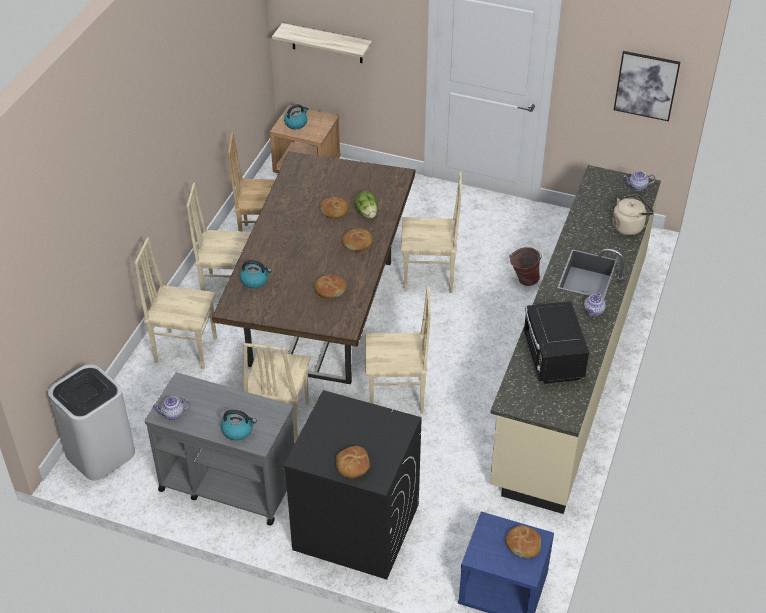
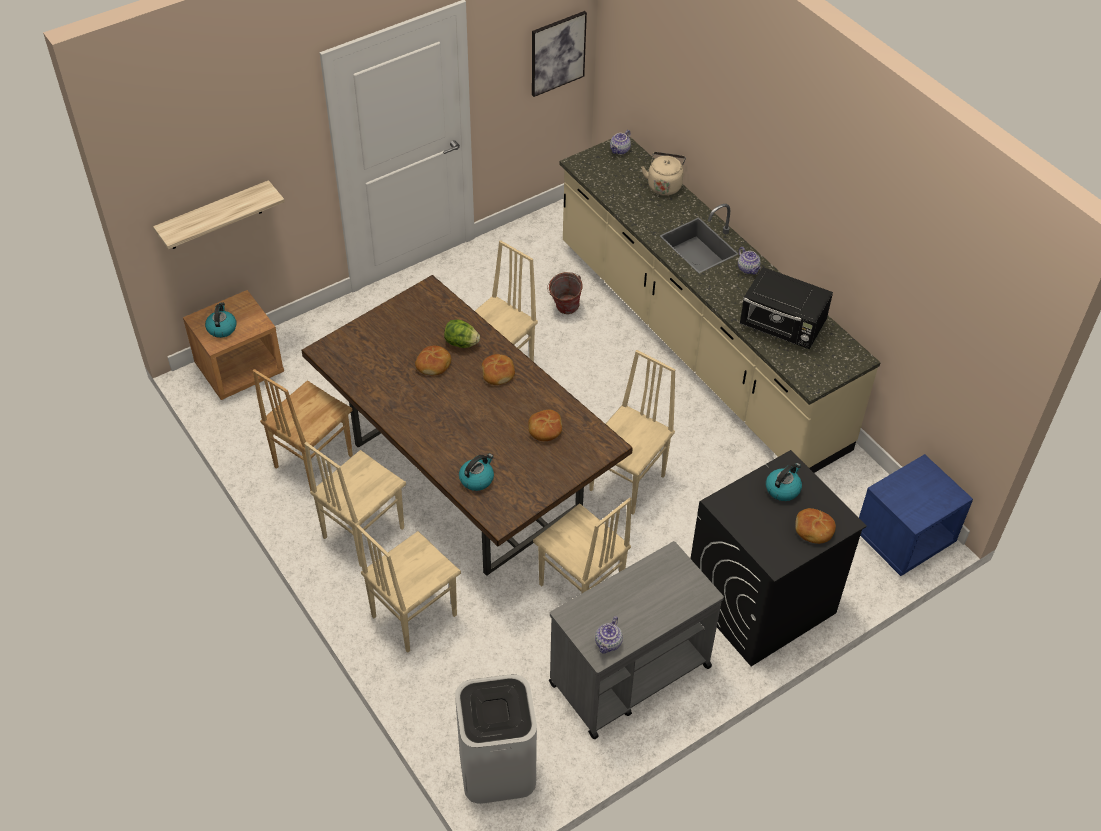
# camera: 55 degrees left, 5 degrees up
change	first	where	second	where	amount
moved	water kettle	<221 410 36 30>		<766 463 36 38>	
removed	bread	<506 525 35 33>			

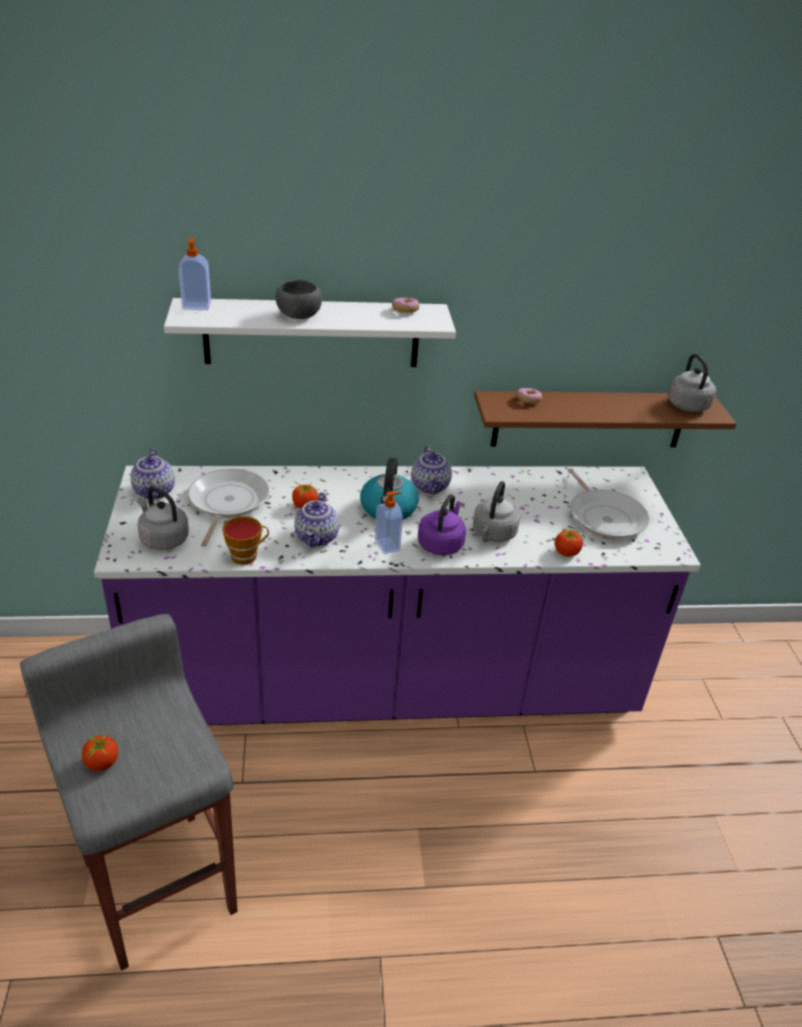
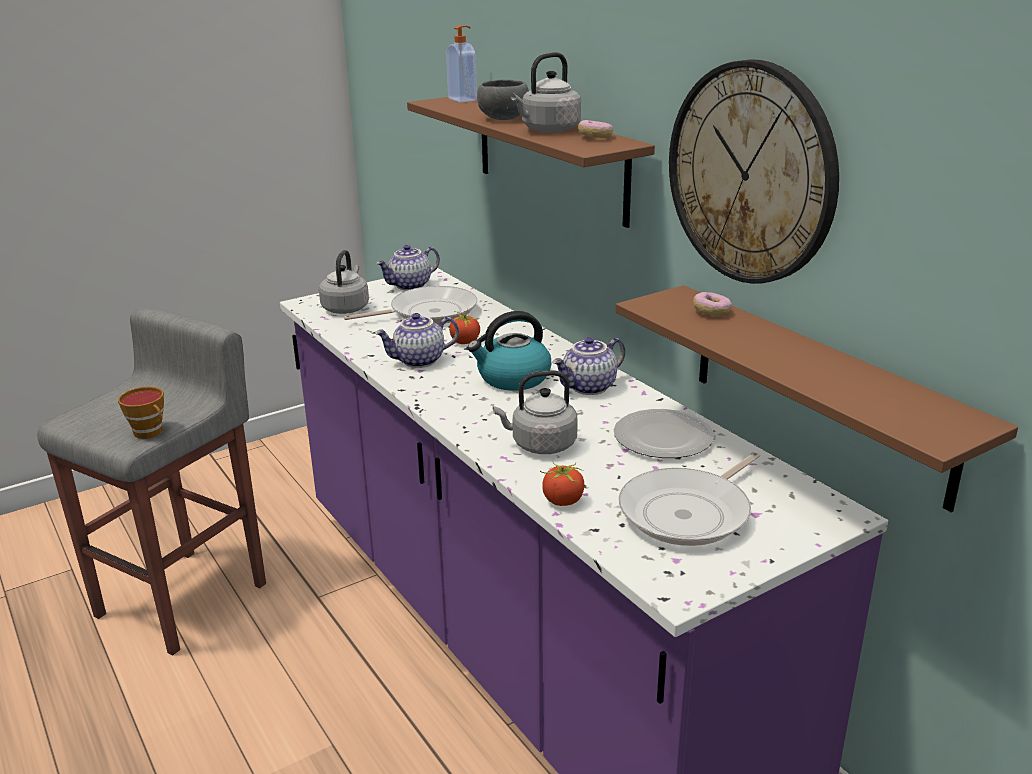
# camera: 65 degrees right, 10 degrees down
change	first	where	second	where	amount
removed	whole tomato	<82 728 36 43>			
recoloured	wall shelf/whitish	<164 298 292 69>	wall shelf/brownish	<407 97 248 131>	
moved	cup	<222 516 47 49>		<118 386 46 53>	
removed	liquid soap bottle	<375 491 28 63>			
removed	water kettle/purple-coloured	<418 494 48 61>			
moved	water kettle/greyish	<668 354 48 58>		<510 52 71 81>	
added			dinner plate	<614 409 100 49>	
added			clock on the wall	<669 59 170 225>	

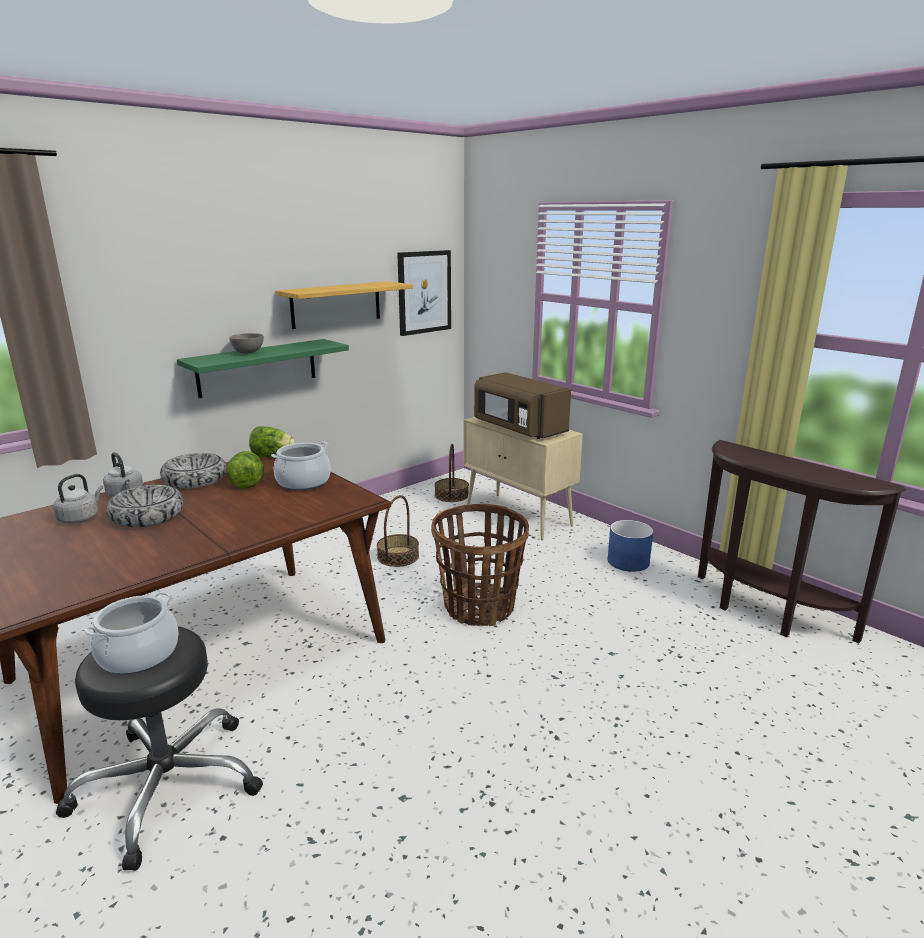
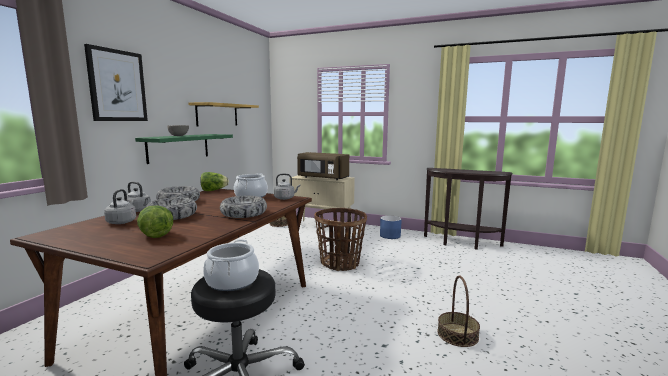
# camera: 25 degrees left, 10 degrees down
change	first	where	second	where	amount
moved	lettuce	<227 451 37 38>		<137 205 36 33>	
moved	household basket	<377 495 42 72>		<437 275 43 72>	
moved	wall art	<397 250 54 86>		<84 44 64 77>	
added			serving bowl	<220 196 47 22>	
added			water kettle/greyish	<274 174 26 26>	

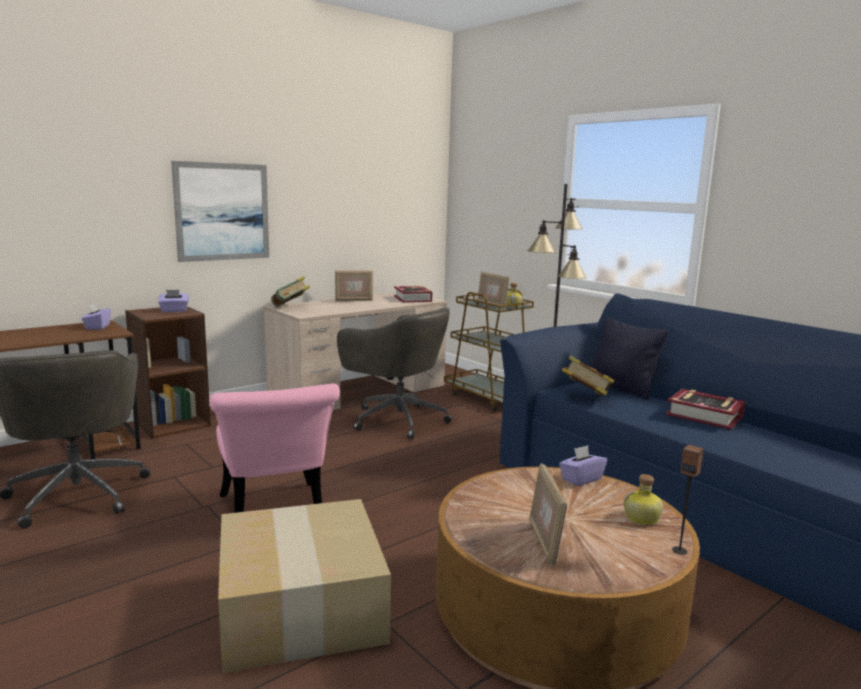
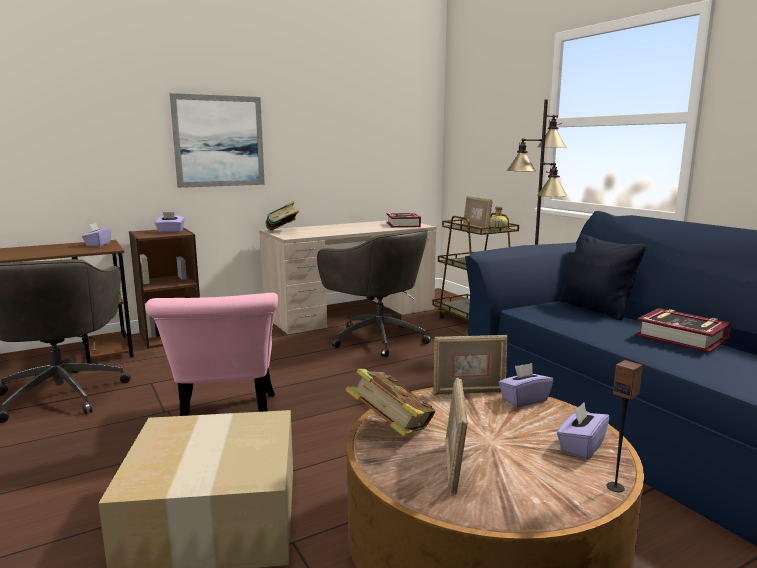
# camera: 10 degrees right, 0 degrees up
change	first	where	second	where	amount
moved	standing frame	<335 270 38 31>		<433 335 75 60>	
moved	bound book	<562 356 53 40>		<345 369 90 68>	
replaced	bottle	<624 474 39 51>	box of tissues/purple-coloured	<557 403 53 57>	

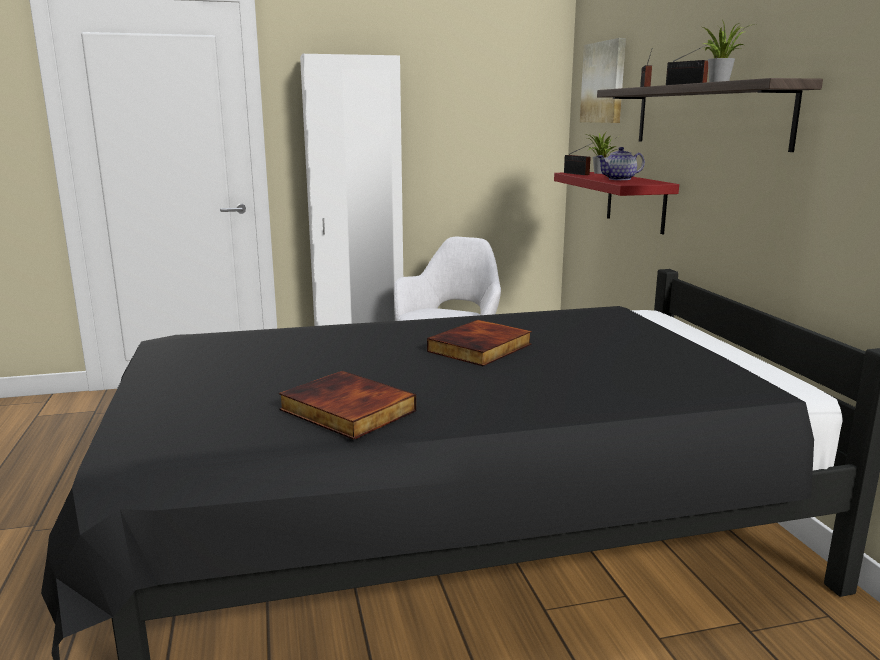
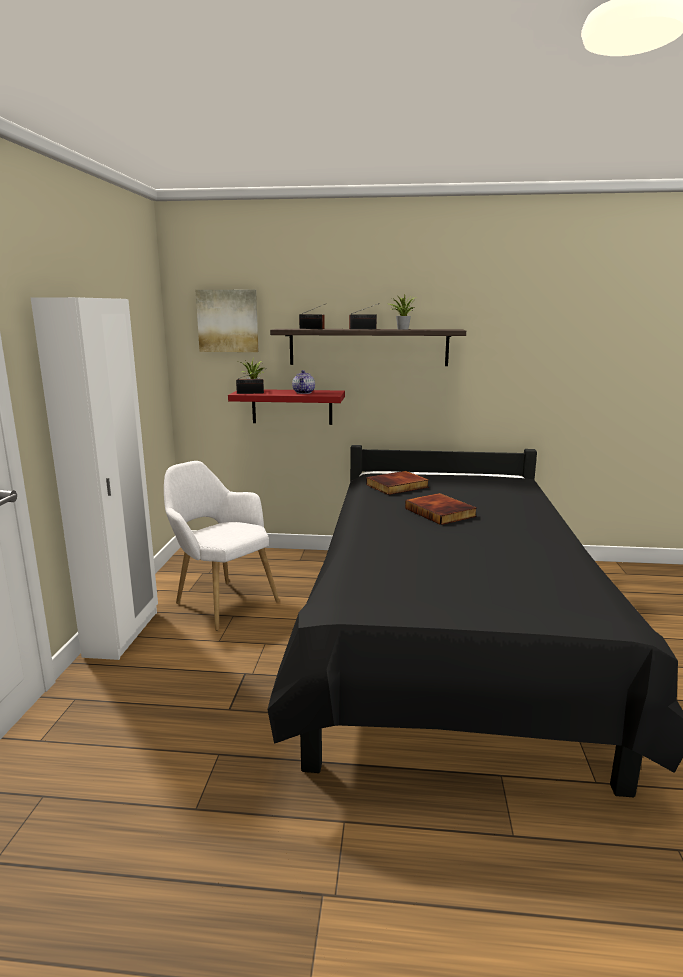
# camera: 70 degrees left, 0 degrees up
change	first	where	second	where	amount
moved	bound book	<279 371 137 69>		<366 471 63 24>	

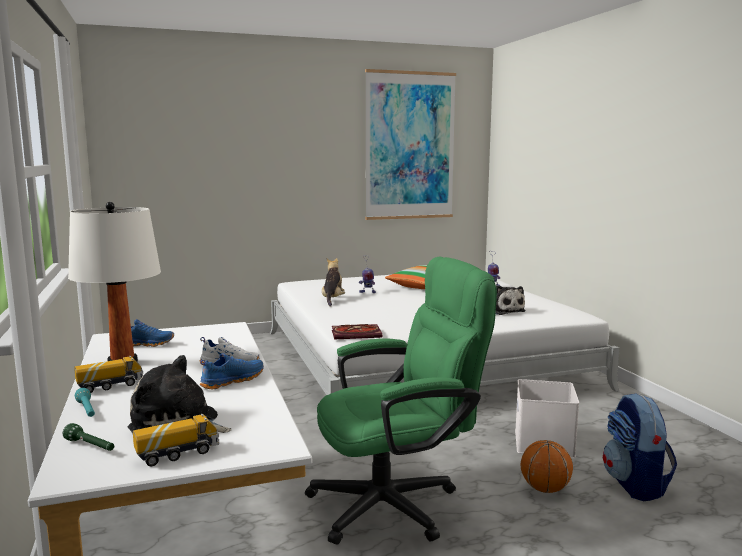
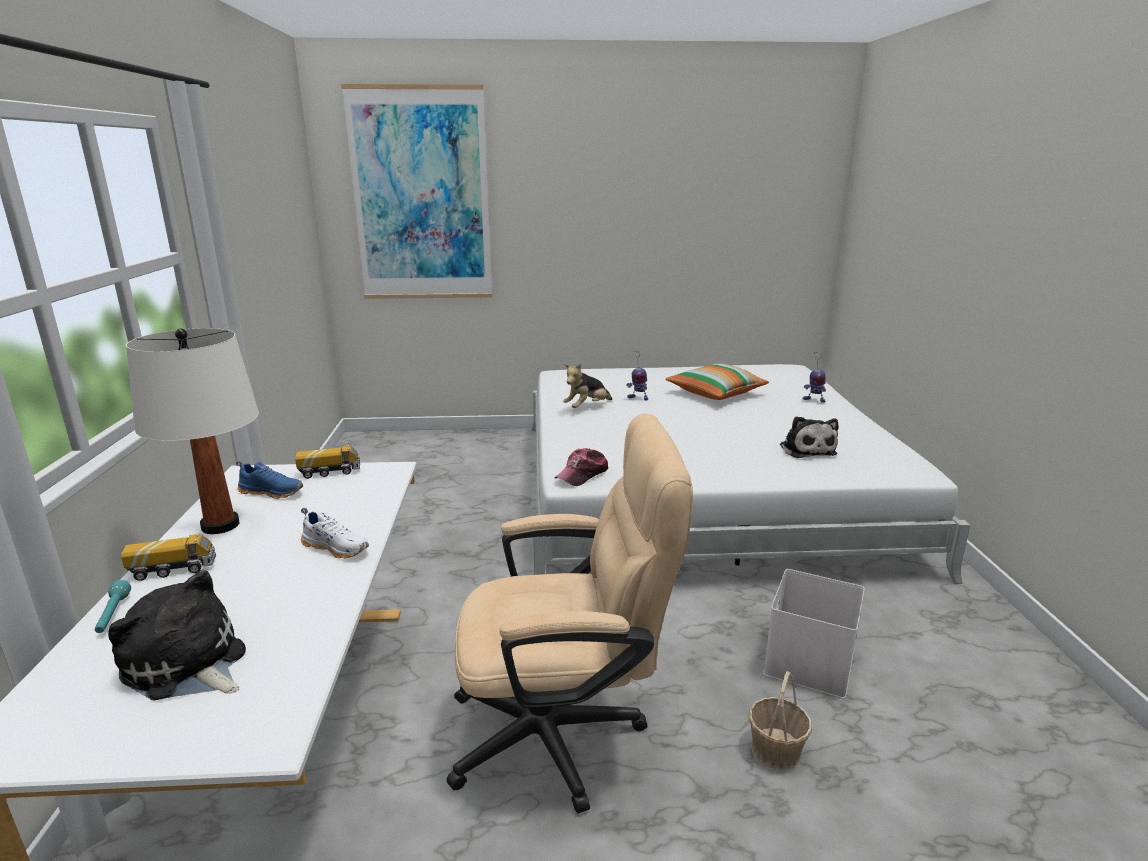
# camera: 15 degrees right, 10 degrees up
change	first	where	second	where	amount
removed	hand torch/greenish	<63 423 51 28>			
moved	toy lorry	<133 414 86 52>		<295 445 65 34>	
removed	item of footwear/bluish	<200 353 64 36>			
recoloured	desk chair/greenish	<305 257 192 288>	desk chair/sand-coloured	<447 413 246 401>	
turned	plush toy	<322 258 23 48>		<563 363 49 45>	150 degrees counterclockwise
replaced	bound book	<332 324 50 16>	cap	<555 448 54 38>	
moved	wall art	<365 69 91 151>		<341 84 151 215>	
replaced	ball for basketball	<521 440 52 53>	household basket	<749 671 63 99>	
removed	knapsack	<603 393 74 108>			

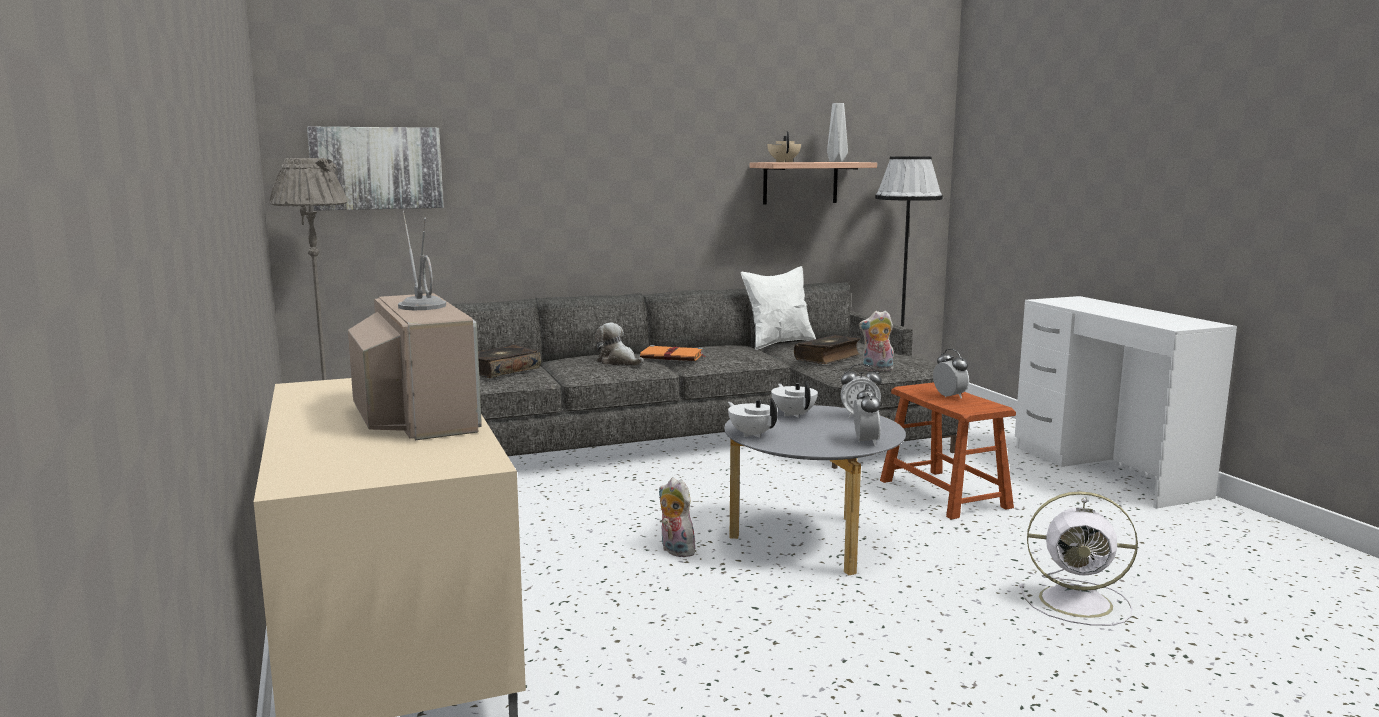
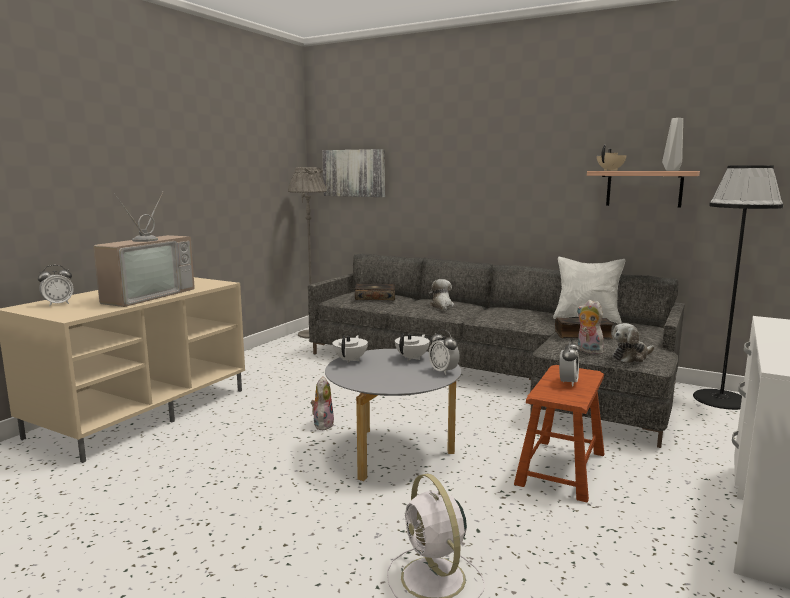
# camera: 50 degrees right, 0 degrees up
change	first	where	second	where	amount
removed	bound book/orange	<640 345 65 16>			
moved	alarm clock	<853 384 27 62>		<38 265 35 41>	
added			plush toy	<612 323 42 40>	

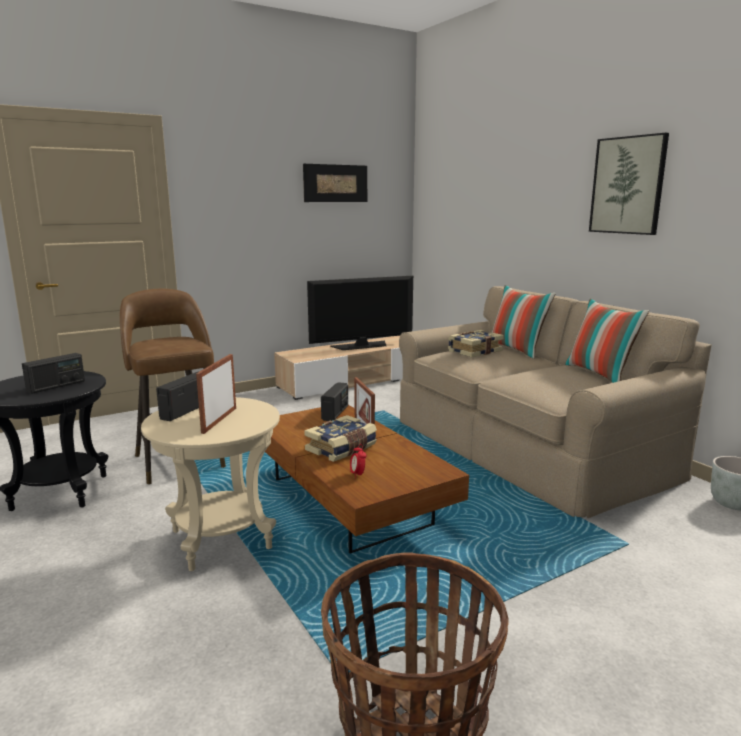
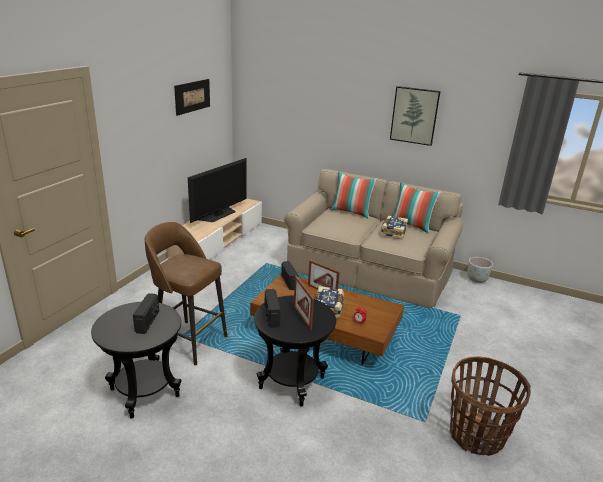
# camera: 35 degrees left, 10 degrees up
change	first	where	second	where	amount
recoloured	end table/sand-coloured	<141 397 139 174>	end table/black-coloured	<254 296 82 110>	
moved	bound book	<448 330 56 28>		<381 216 27 23>	

